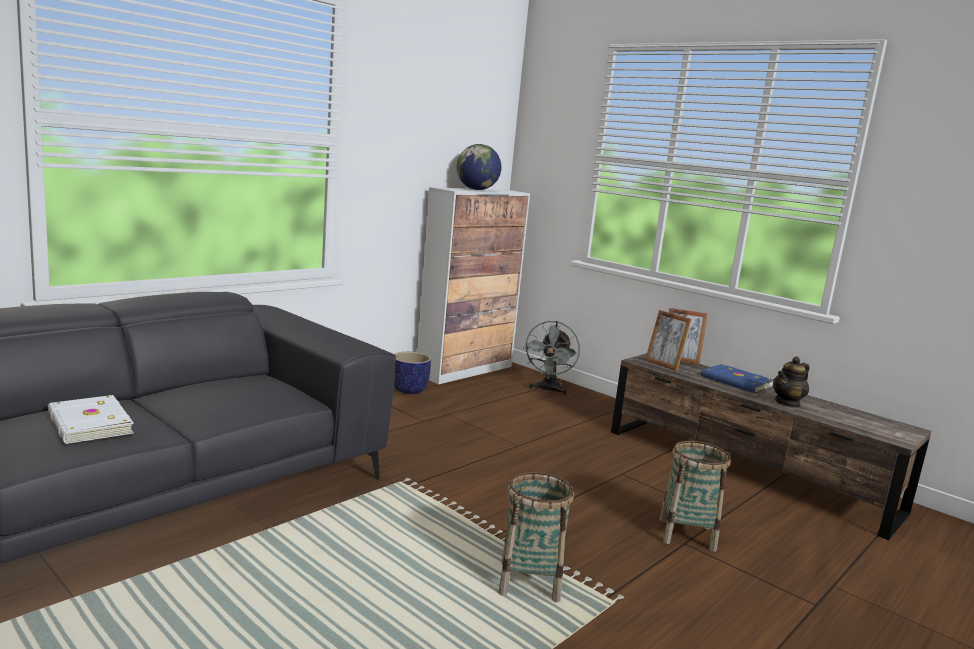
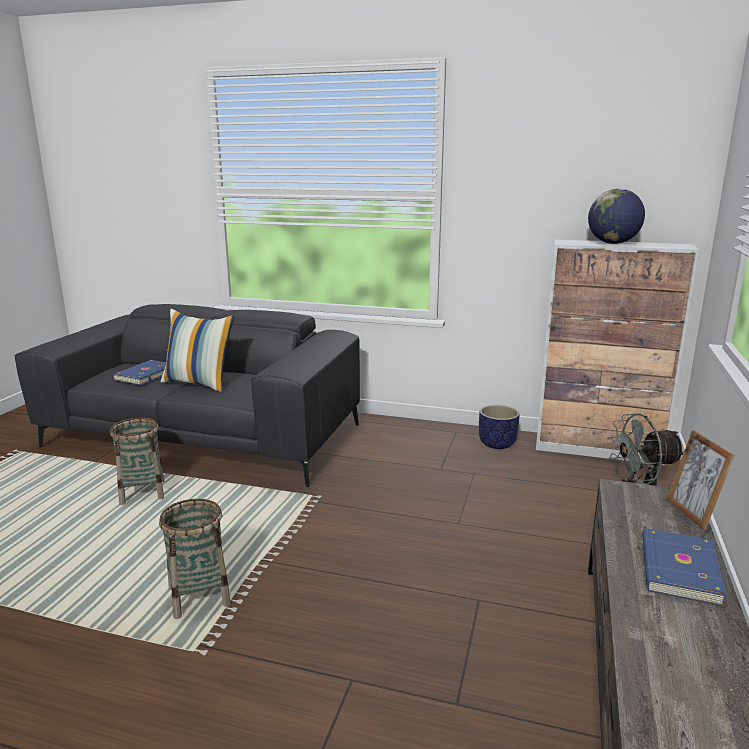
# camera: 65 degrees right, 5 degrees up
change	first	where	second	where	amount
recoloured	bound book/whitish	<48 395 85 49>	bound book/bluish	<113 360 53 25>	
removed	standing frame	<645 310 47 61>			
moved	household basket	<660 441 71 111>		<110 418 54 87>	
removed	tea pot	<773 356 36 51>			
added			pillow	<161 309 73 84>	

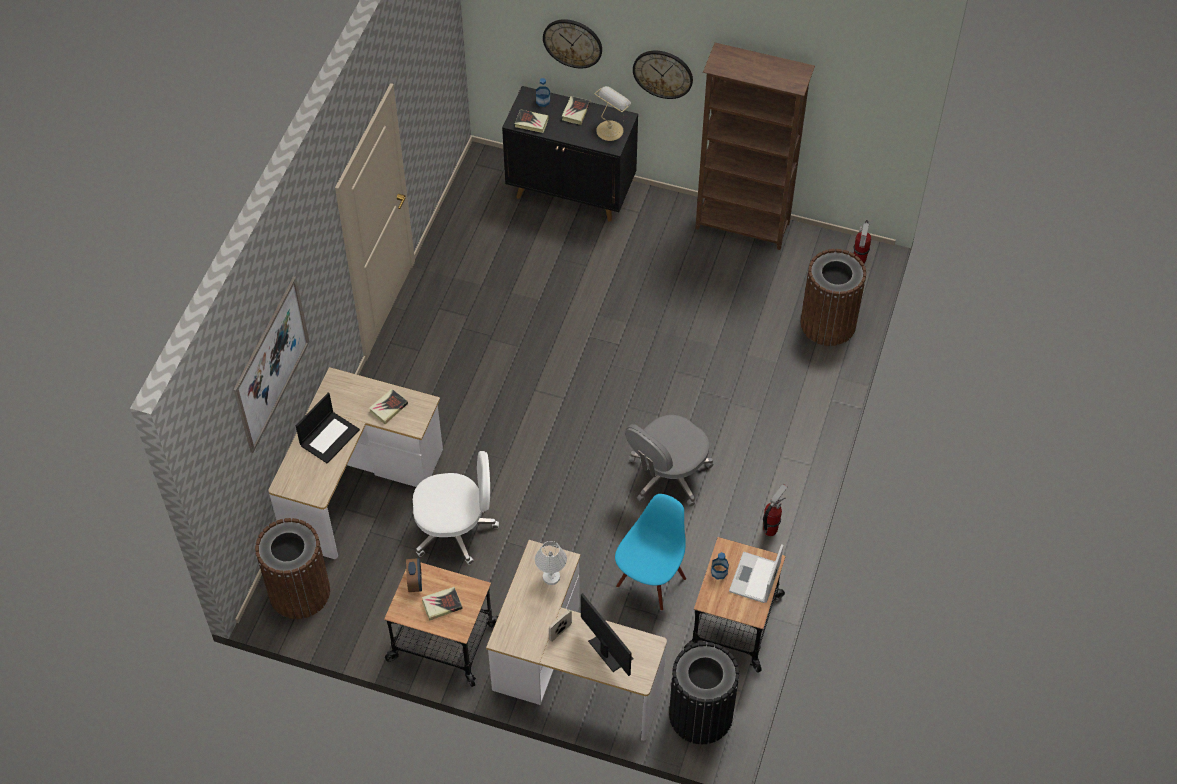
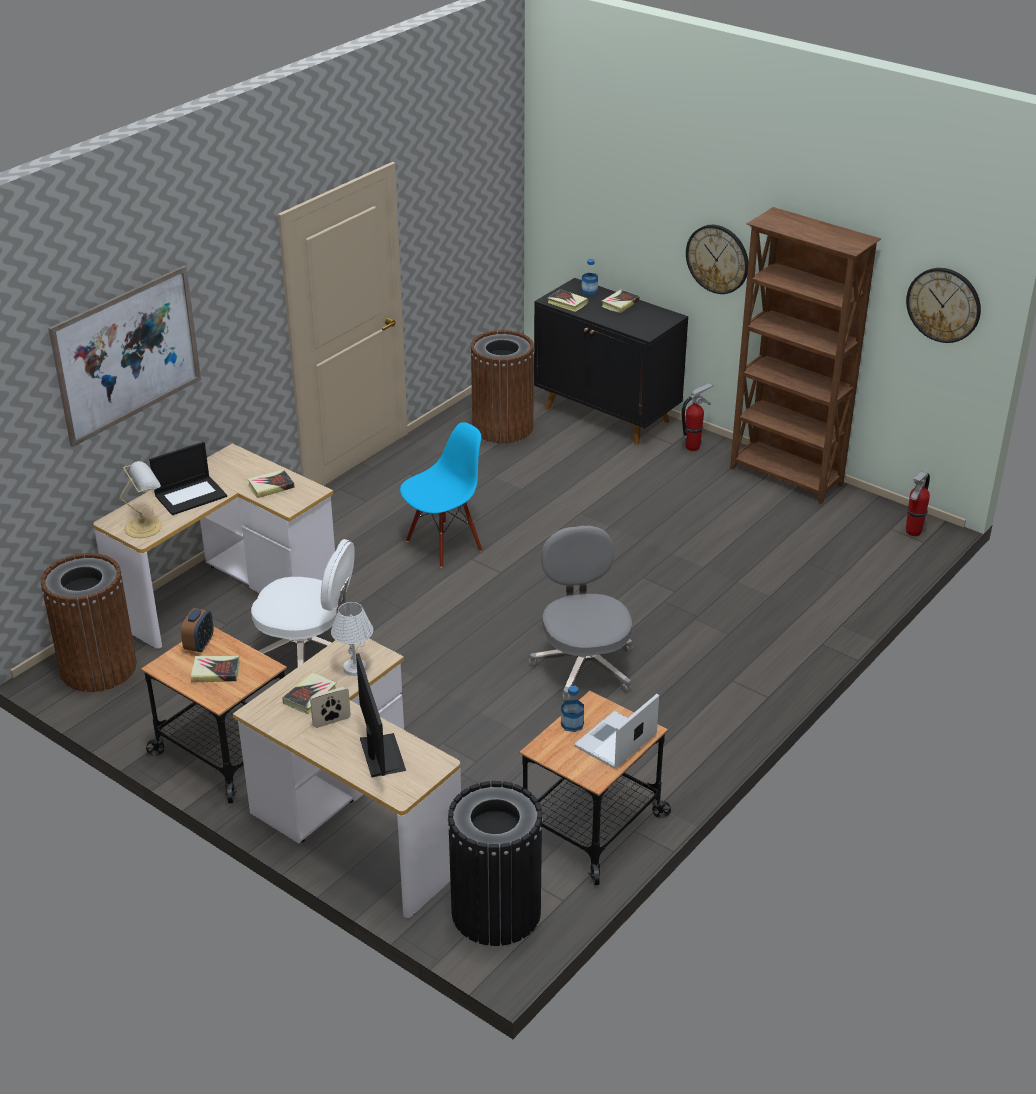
# camera: 20 degrees right, 20 degrees down
change	first	where	second	where	amount
moved	clock on the wall	<543 19 59 49>		<906 268 75 75>	
moved	lamp for a table	<594 86 37 55>		<120 461 42 77>	
moved	upright chair/bluish	<615 494 71 117>		<400 422 82 146>	
turned	desk chair/greyish	<625 415 89 92>		<529 526 104 175>	105 degrees clockwise
moved	fire-fighting cylinder	<763 483 25 53>		<682 383 31 68>	
moved	trash can/brownish	<800 249 66 97>		<470 330 64 113>	
added			bound book	<282 673 55 41>	

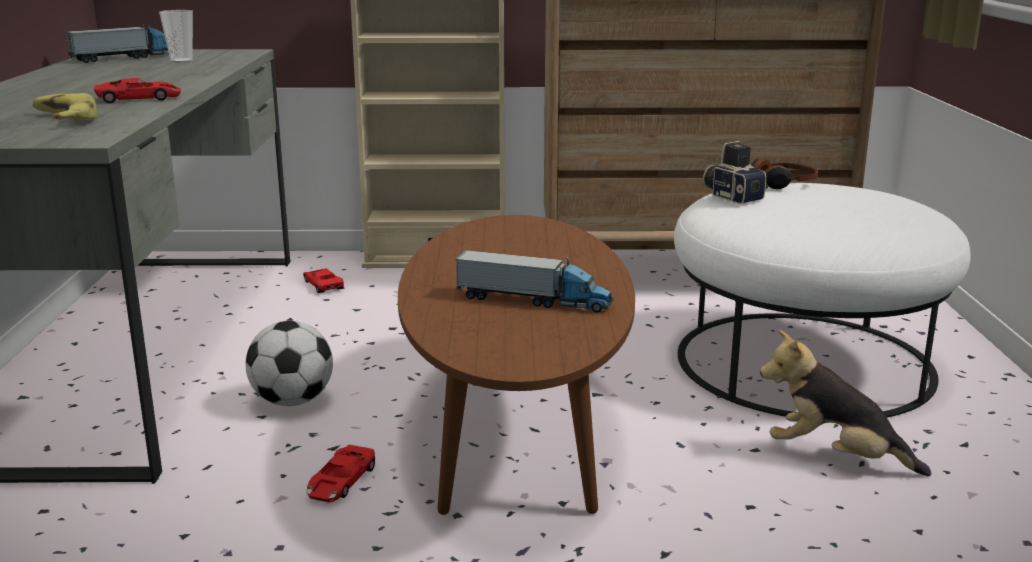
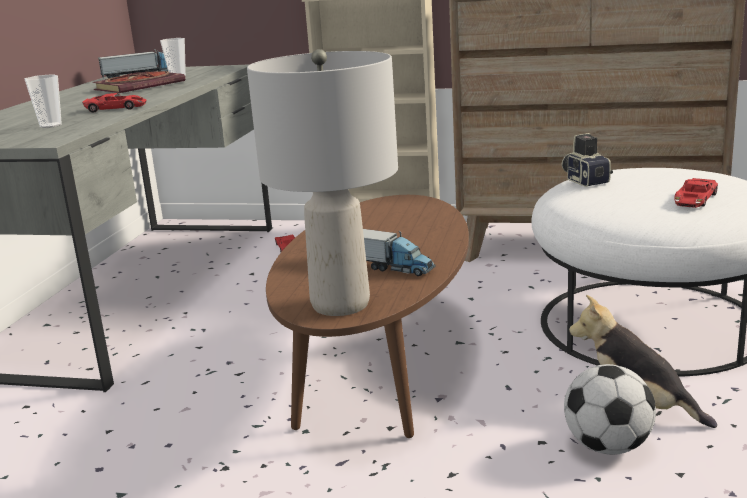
# camera: 15 degrees right, 0 degrees up
change	first	where	second	where	amount
replaced	whole banana	<33 93 64 27>	cup	<25 74 37 54>	
moved	football ball	<246 321 87 85>		<564 364 92 91>	
moved	toy car/reddish	<307 445 68 58>		<674 178 44 30>	
removed	pair of headphones	<751 159 67 30>			
added			bound book	<92 71 93 22>	
added			lamp for a table/greyish	<247 49 151 267>	

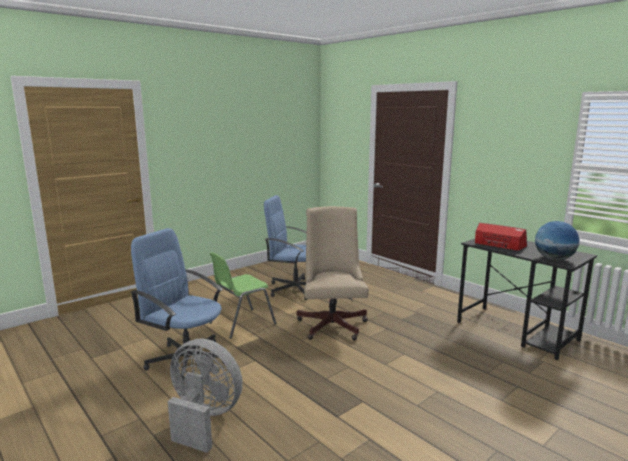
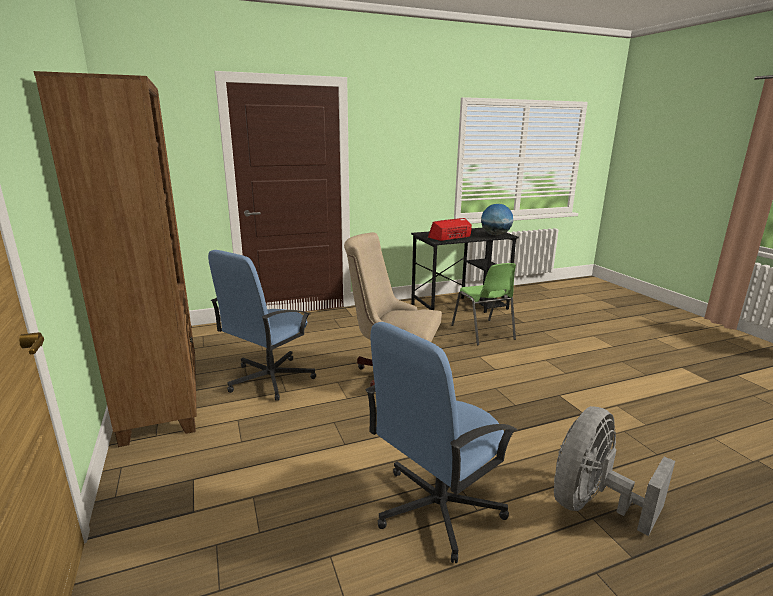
# camera: 70 degrees left, 5 degrees up
change	first	where	second	where	amount
moved	upright chair/greenish	<209 252 67 87>		<451 263 65 82>	
added			bookshelf/brownish	<33 71 164 376>	

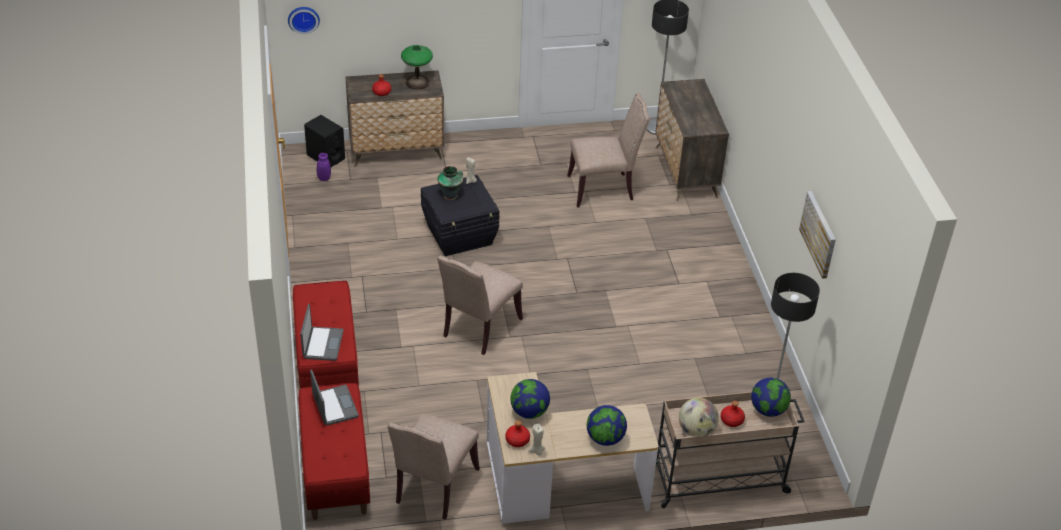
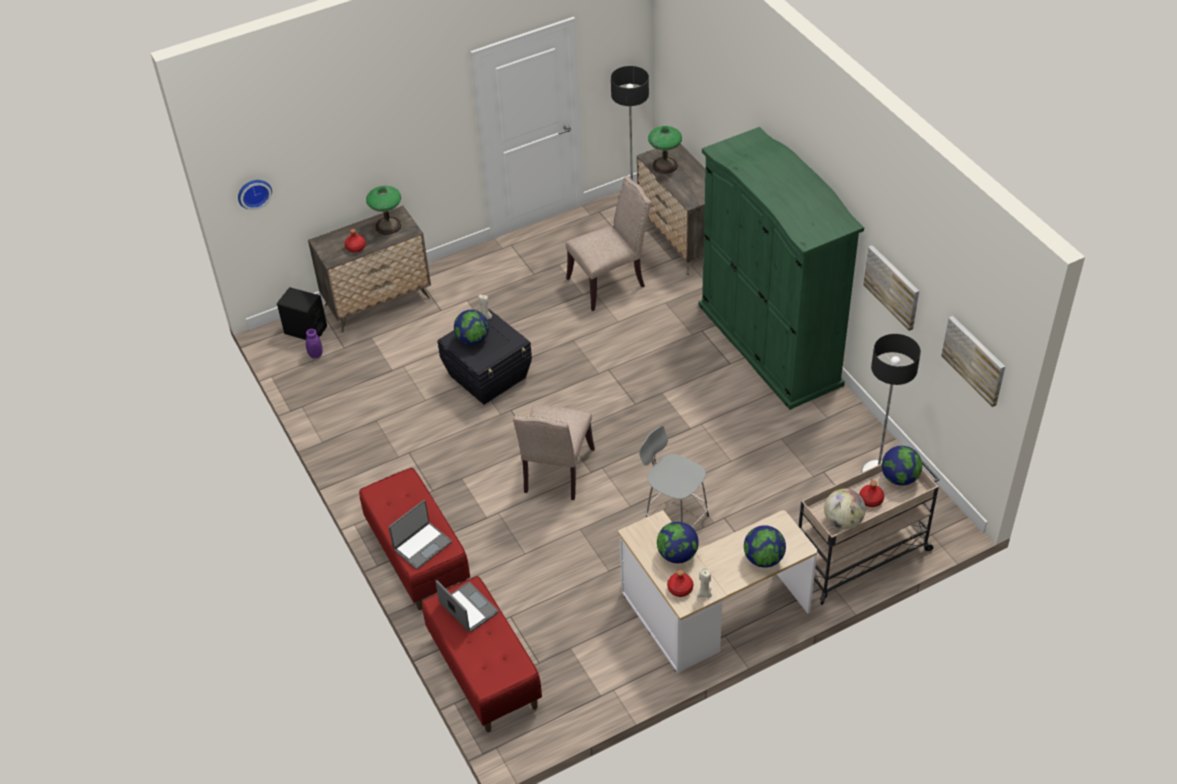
# camera: 15 degrees left, 5 degrees up
change	first	where	second	where	amount
turned	notebook computer	<300 304 44 57>		<389 500 63 69>	60 degrees clockwise
removed	upright chair/sand-coloured	<387 414 93 106>			
replaced	decorative vase	<437 166 26 34>	globe	<454 310 35 35>	
added			stool seat/greyish	<639 426 70 102>	
added			lamp for a table	<648 126 34 48>	
added			wardrobe/greenish	<698 127 166 283>	
added			wall art	<941 316 64 91>	

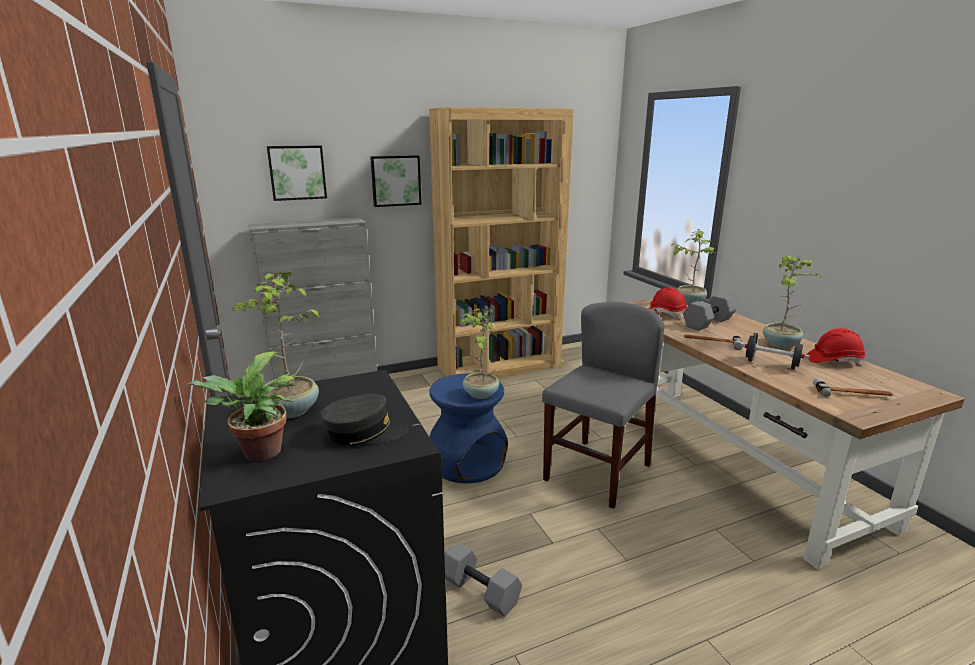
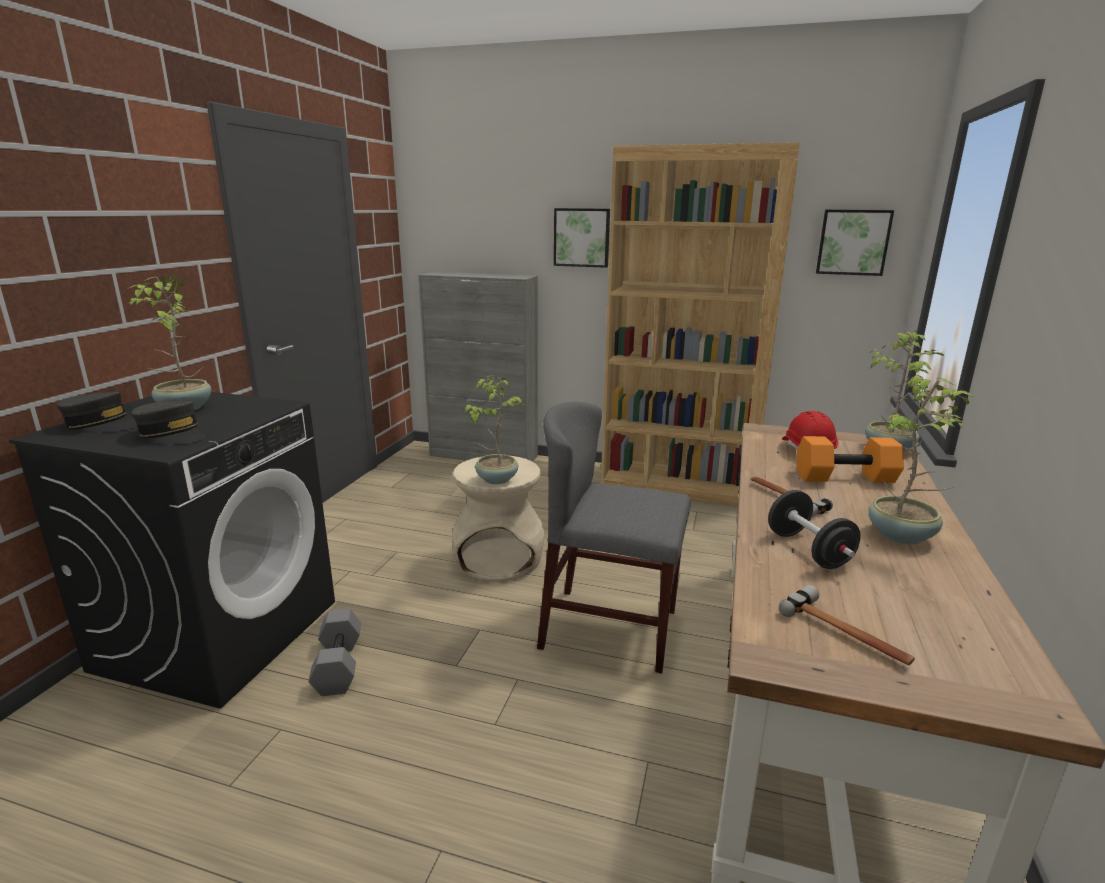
# camera: 40 degrees right, 0 degrees up
change	first	where	second	where	amount
replaced	houseplant	<186 351 110 110>	cap/greyish	<56 391 81 42>	
moved	wall art	<267 145 60 56>		<816 210 78 66>	
recoloured	stool seat/bluish	<429 373 79 111>	stool seat/sand-coloured	<452 456 92 126>	
turned	upright chair/greyish	<542 302 122 207>		<537 402 153 272>	150 degrees counterclockwise
recoloured	dumbbell/greyish	<683 294 53 37>	dumbbell/orange	<797 436 107 47>	
removed	work helmet/reddish	<806 328 60 36>			

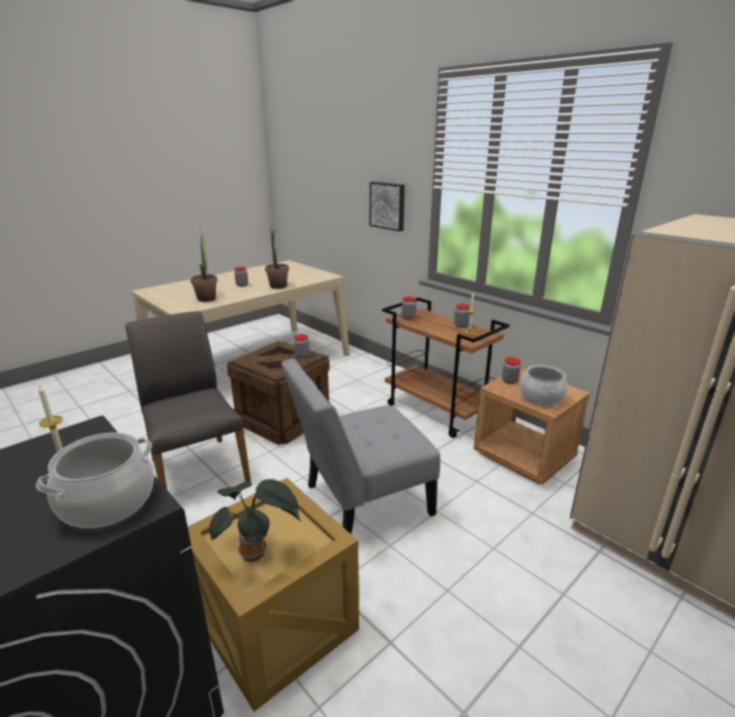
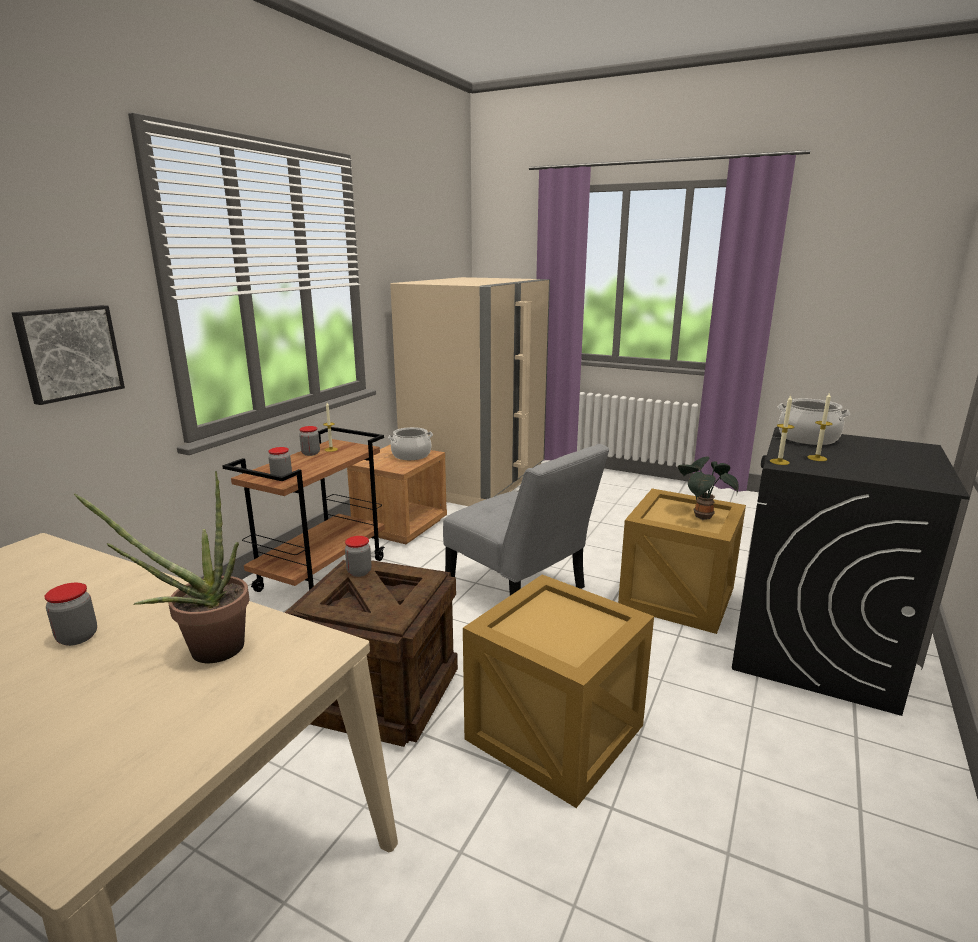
# camera: 110 degrees left, 5 degrees down
change	first	where	second	where	amount
replaced	upright chair/greyish	<125 311 126 178>	packing crate	<463 575 191 233>	
removed	houseplant	<265 225 24 64>			
removed	storage jar	<502 357 19 27>			
added			wax candle	<770 395 24 70>	

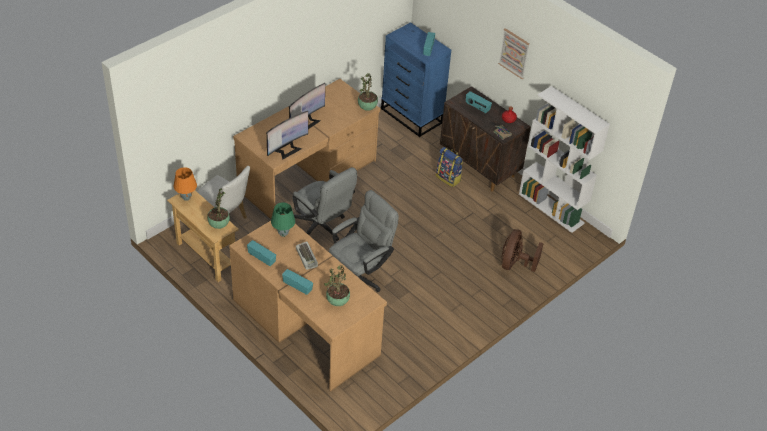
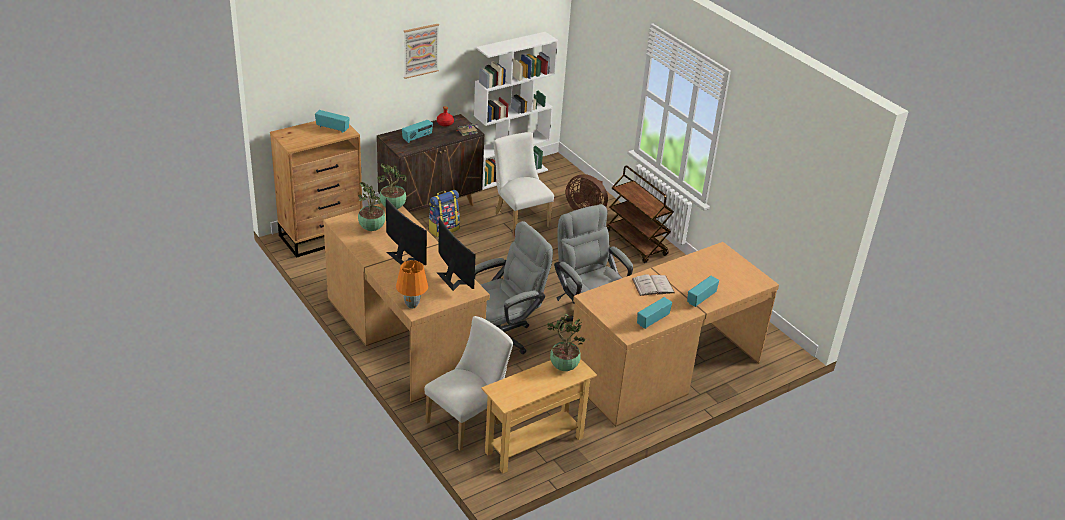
# camera: 80 degrees left, 10 degrees down
change	first	where	second	where	amount
moved	lamp for a table/orange	<174 167 23 34>		<396 260 32 48>	
removed	lamp for a table/greenish	<271 202 24 35>			
replaced	computer keyboard	<296 241 22 29>	bound book/whitish	<632 274 43 22>	
moved	houseplant	<324 265 26 41>		<358 182 27 49>	
recoloured	chest of drawers/bluish	<381 22 70 115>	chest of drawers/brownish	<270 121 92 137>	
added			upright chair/whitish	<493 132 61 104>	
added			trolley/brownish	<606 165 68 98>	

